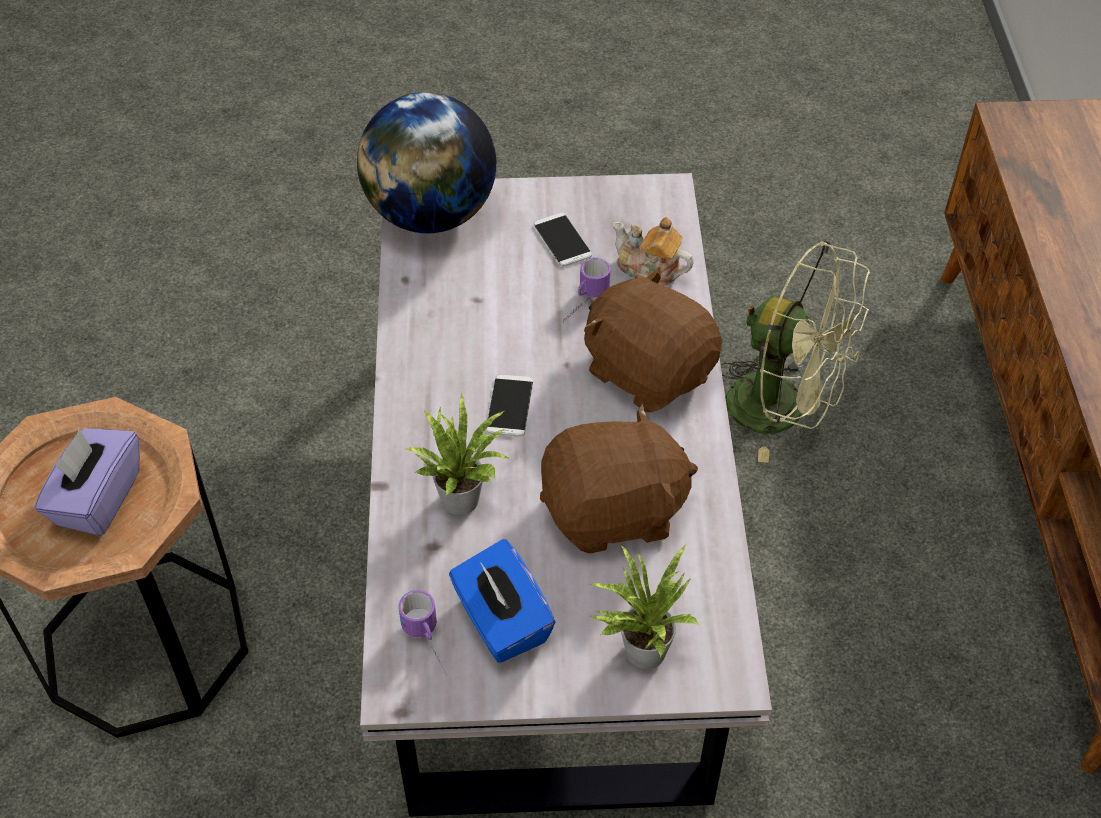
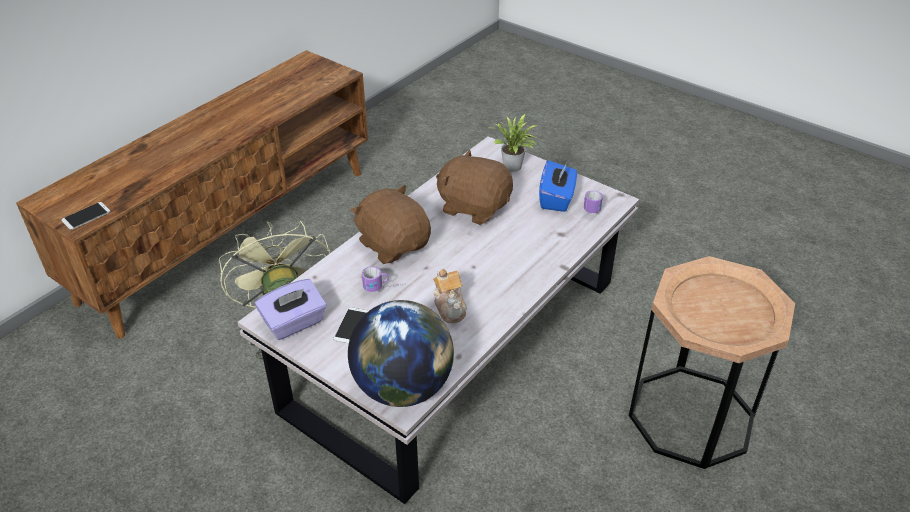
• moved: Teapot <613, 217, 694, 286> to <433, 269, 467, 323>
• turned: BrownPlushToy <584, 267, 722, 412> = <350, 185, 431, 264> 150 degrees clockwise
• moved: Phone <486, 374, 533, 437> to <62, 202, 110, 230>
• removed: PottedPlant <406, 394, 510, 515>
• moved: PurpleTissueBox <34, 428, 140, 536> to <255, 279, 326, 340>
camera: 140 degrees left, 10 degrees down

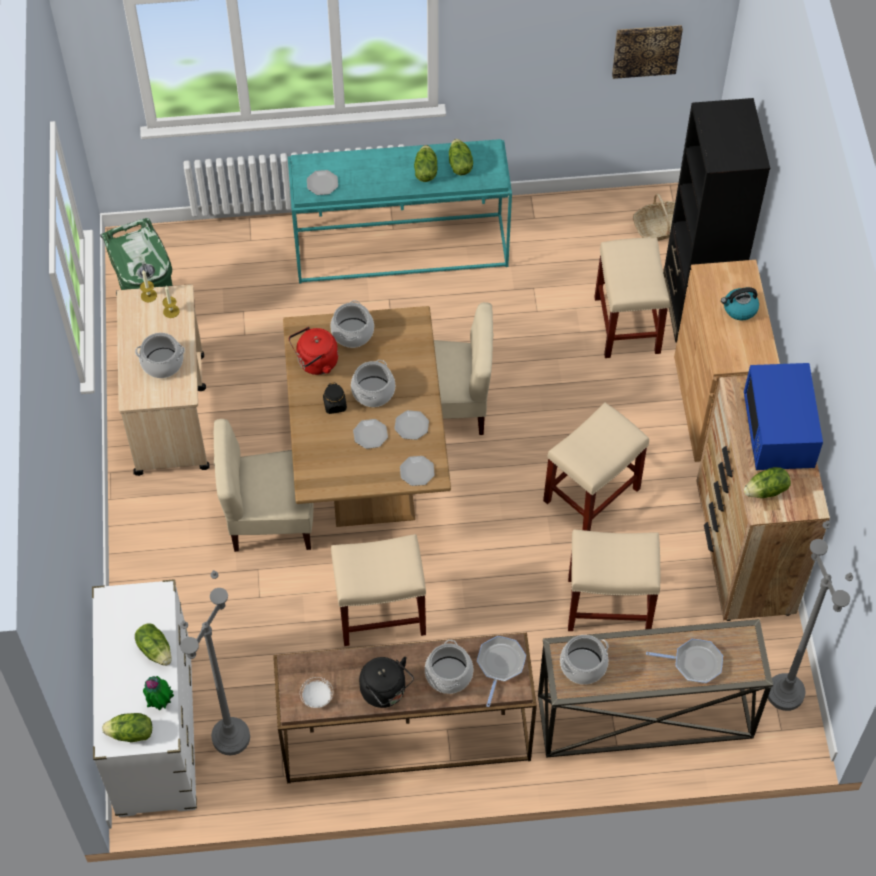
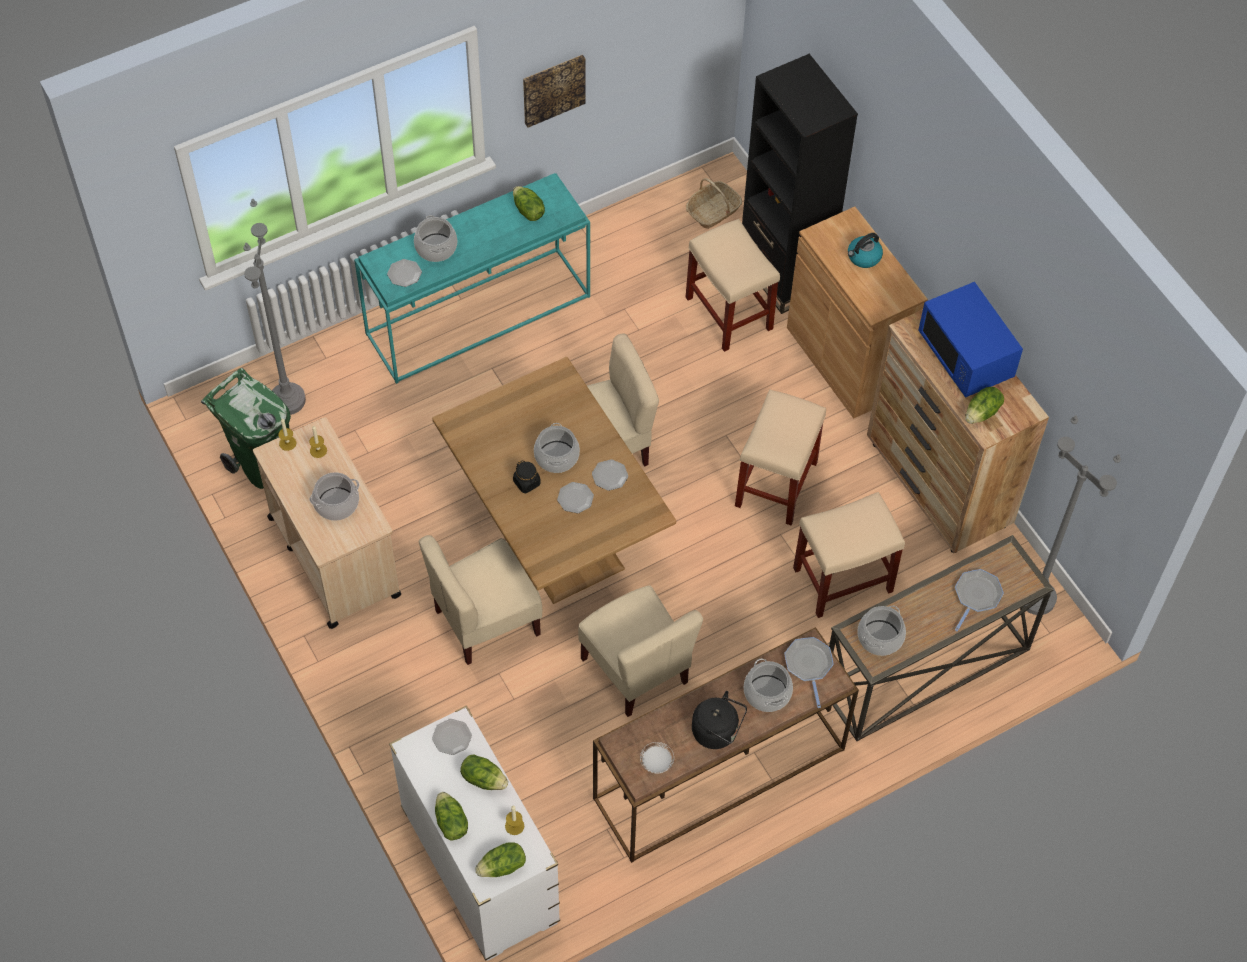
• moved: Picture <612, 25, 683, 79> to <523, 55, 586, 128>
• moved: Lettuce <414, 145, 438, 182> to <435, 792, 468, 840>
• moved: CookingPot <330, 300, 374, 348> to <414, 215, 457, 262>
• removed: RedKettle <289, 327, 338, 375>
• moved: Plate <400, 456, 435, 486> to <432, 719, 472, 755>
• replaced: BeigeStool <331, 534, 426, 646> to BeigeChair <578, 585, 703, 717>
• moved: GreyFloorLamp <180, 570, 250, 755> to <243, 199, 306, 415>
• turned: FryingPan <646, 639, 723, 683> = <955, 569, 1004, 631> 45 degrees counterclockwise
• replaced: PottedPlant <143, 676, 174, 710> to Candle <505, 806, 524, 835>
camera: 25 degrees left, 0 degrees up

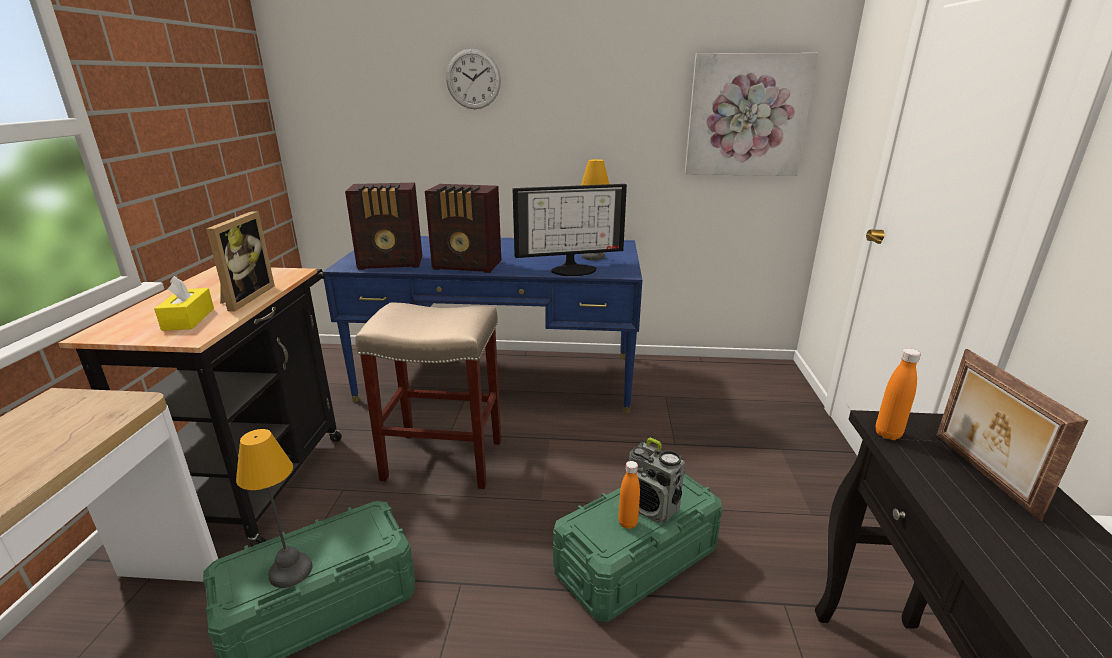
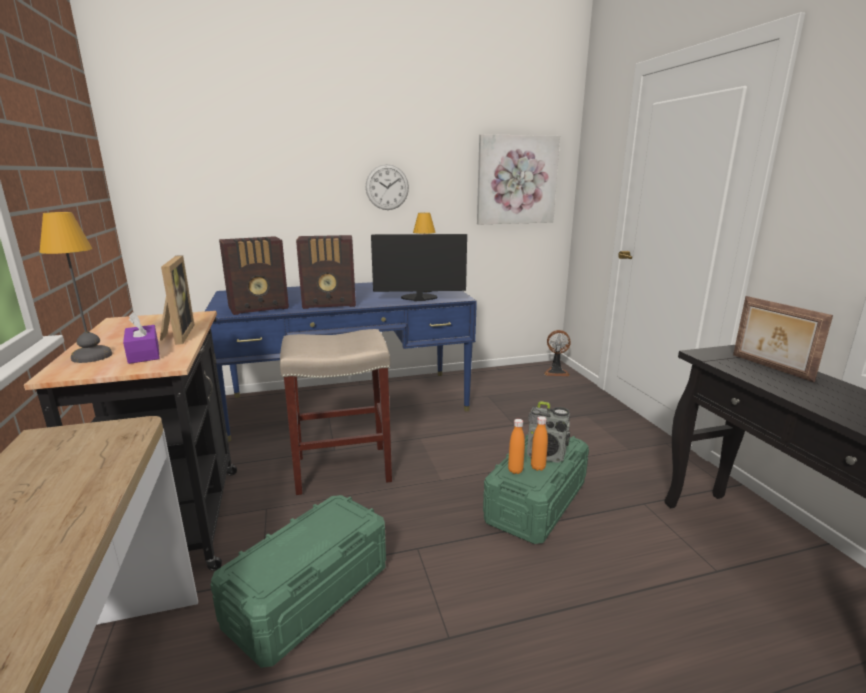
• moved: WallClock <446, 49, 501, 109> to <365, 164, 409, 210>
• turned: Monitor <513, 184, 627, 276> = <371, 234, 467, 301> 150 degrees counterclockwise
• recoloured: YellowTissueBox <154, 276, 214, 331> to PurpleTissueBox <123, 312, 160, 364>
• moved: OrangeBottle <875, 348, 921, 440> to <508, 419, 525, 474>
• moved: TableLamp <236, 429, 313, 588> to <40, 212, 112, 363>
• added: Fan <544, 330, 571, 376>
camera: 20 degrees left, 5 degrees down

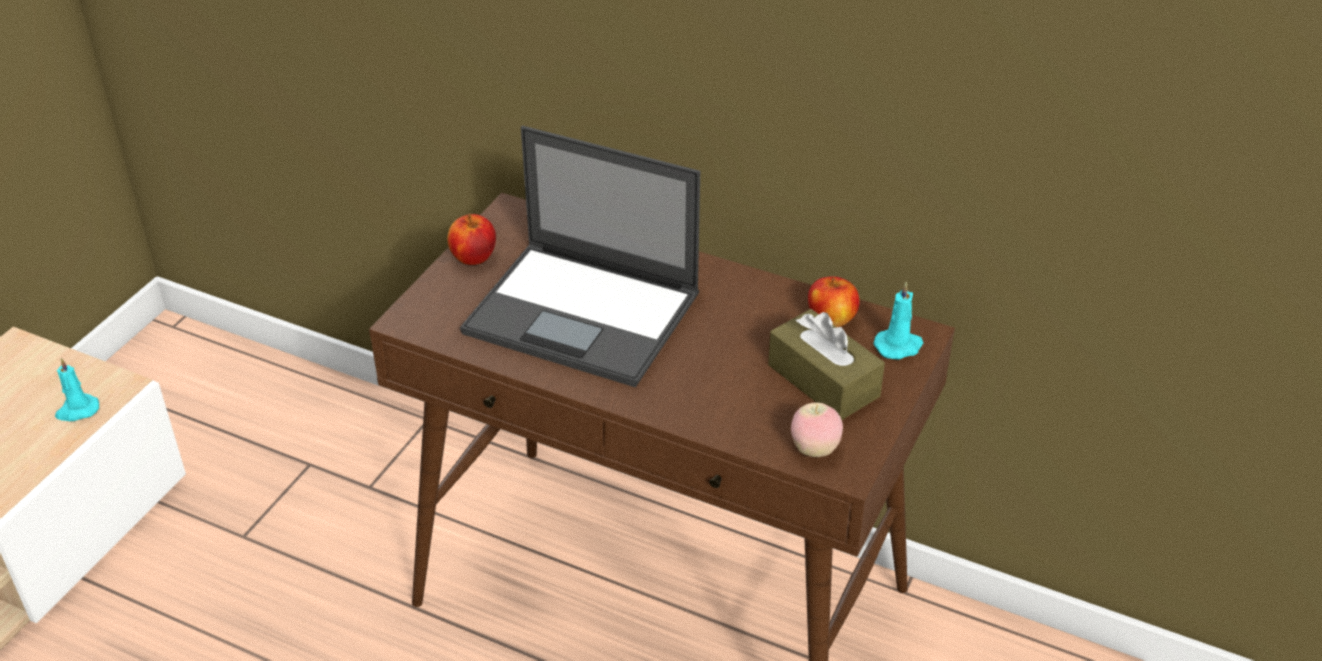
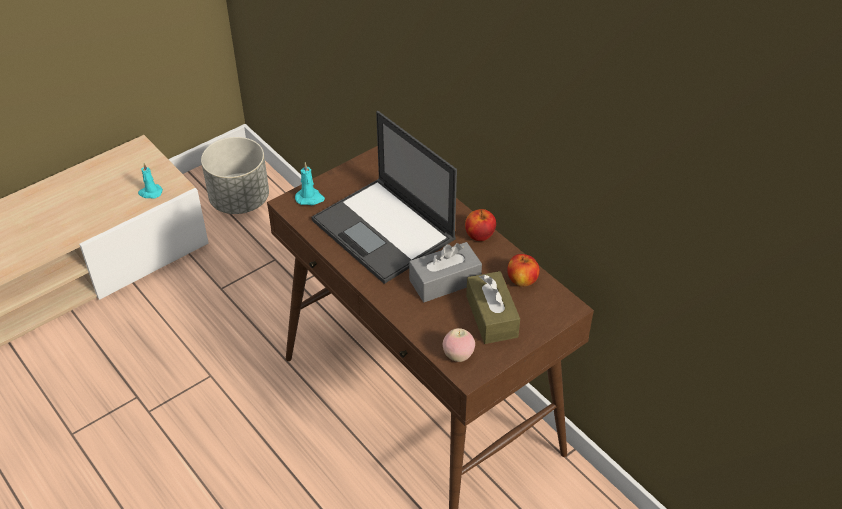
• moved: Apple <447, 214, 496, 265> to <465, 209, 496, 241>
• moved: TurquoiseCandle <874, 281, 923, 360> to <295, 162, 325, 205>
• added: GreyPlanter <201, 137, 269, 214>
• added: GreyTissueBox <409, 242, 482, 302>
camera: 25 degrees right, 5 degrees up

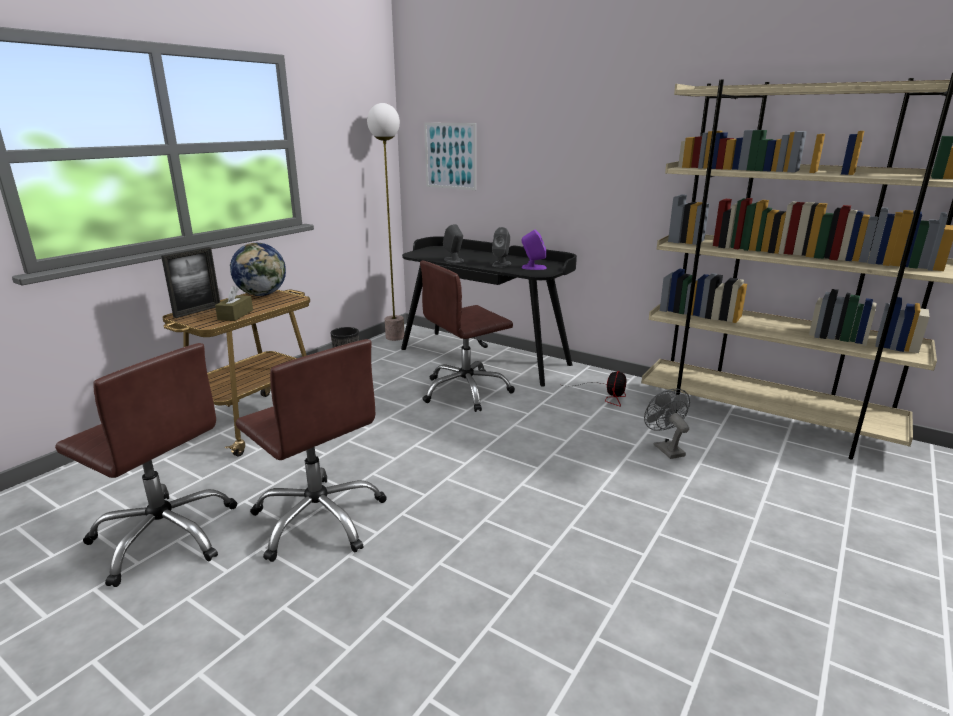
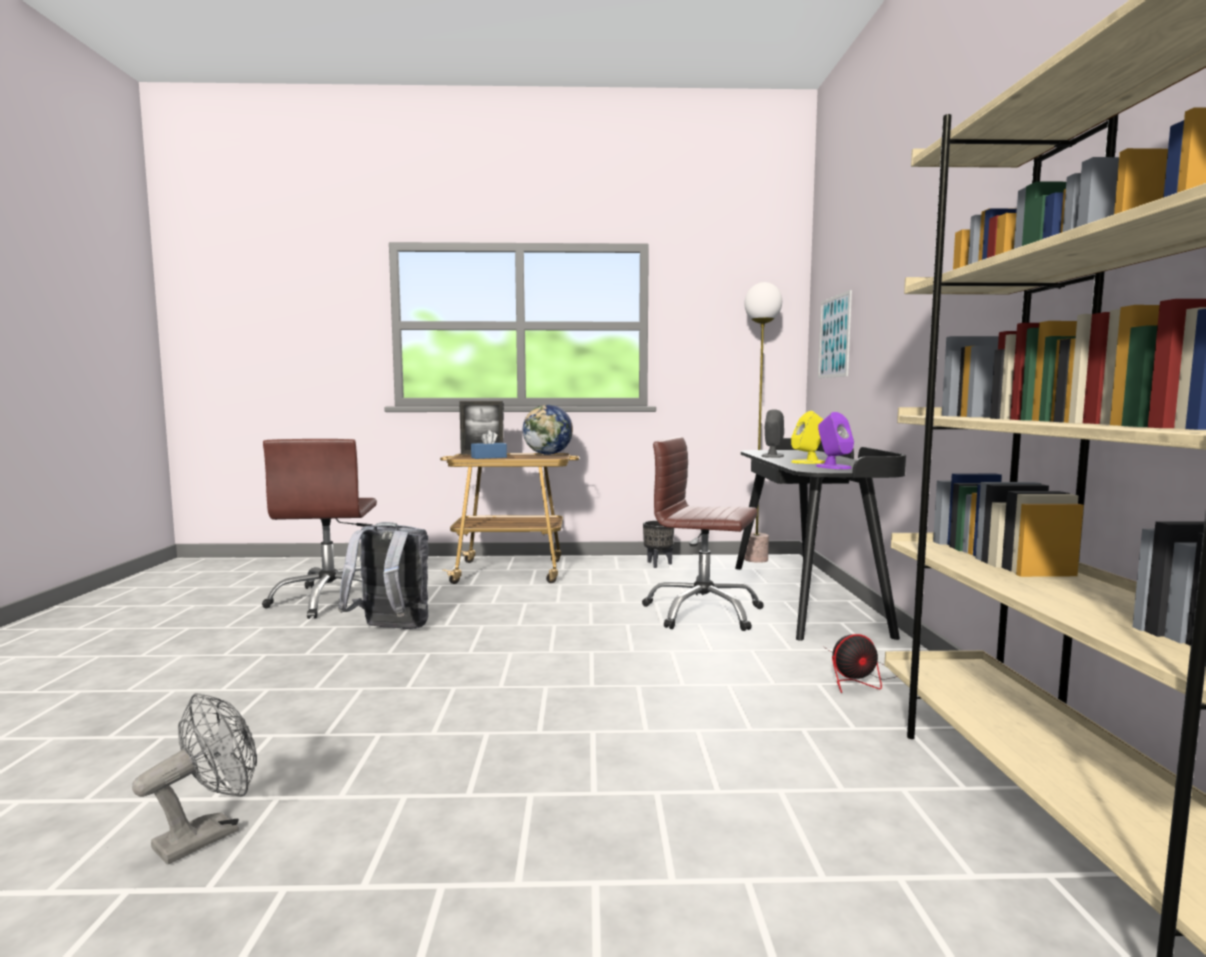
• recoloured: GreySpeaker <492, 227, 511, 267> to YellowSpeaker <791, 411, 825, 464>
• recoloured: BrownTissueBox <215, 286, 253, 321> to BlueTissueBox <471, 430, 507, 459>
• replaced: BrownOfficeChair <236, 339, 387, 562> to GreyBackpack <338, 522, 429, 629>
• moved: GreyFan <644, 389, 690, 459> to <132, 693, 257, 864>
camera: 55 degrees right, 15 degrees down

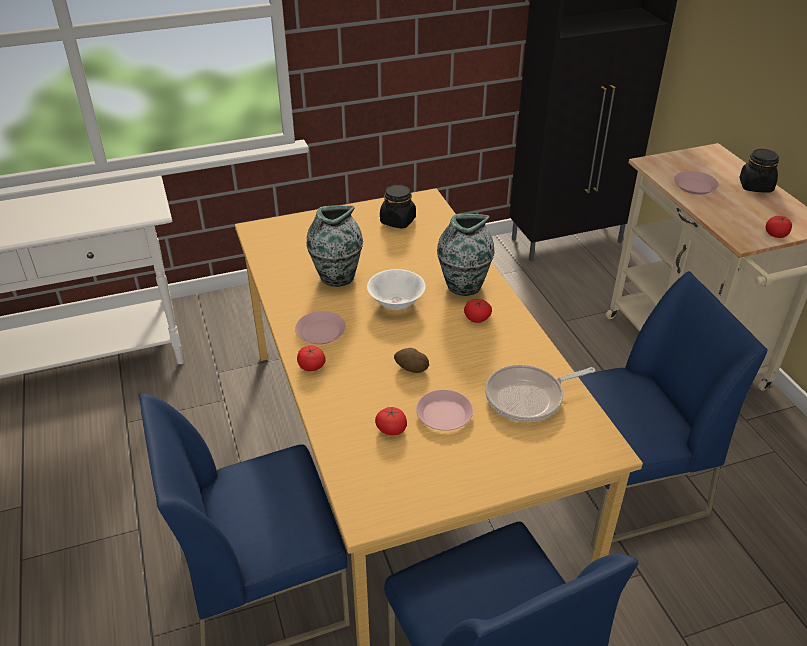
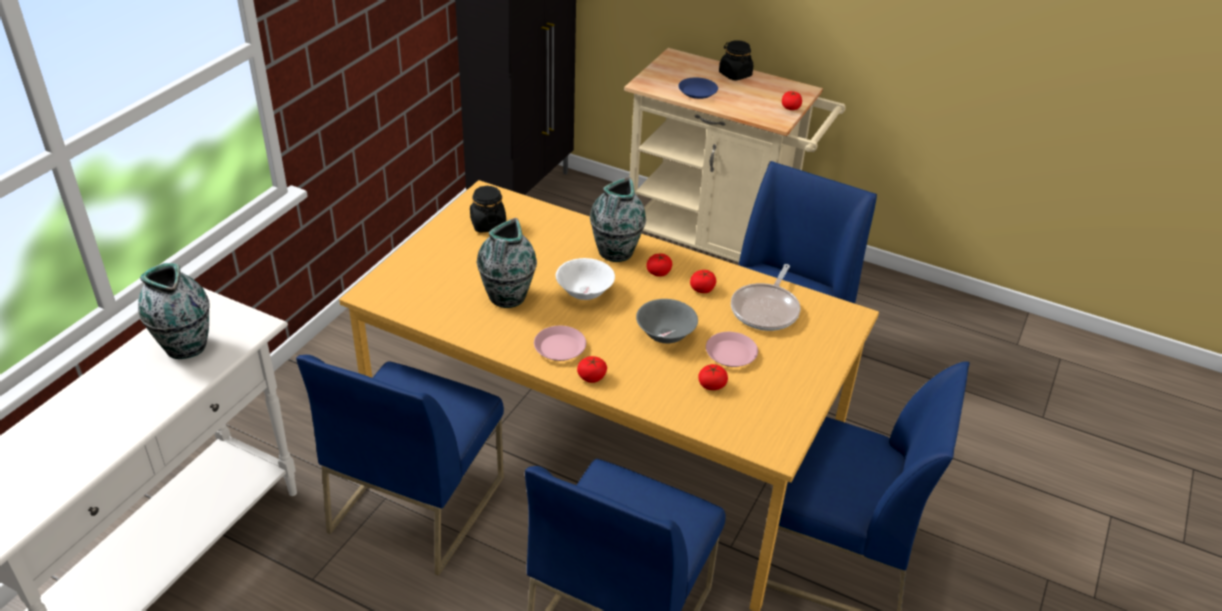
• recoloured: PinkPlate <674, 171, 719, 195> to BluePlate <678, 77, 718, 99>
• replaced: Potato <394, 348, 429, 373> to GreyBowl <636, 299, 698, 343>
• added: Vase <138, 263, 209, 359>
• added: Tomato <690, 270, 716, 293>
• added: BlueChair <296, 355, 504, 576>
camera: 45 degrees left, 0 degrees up

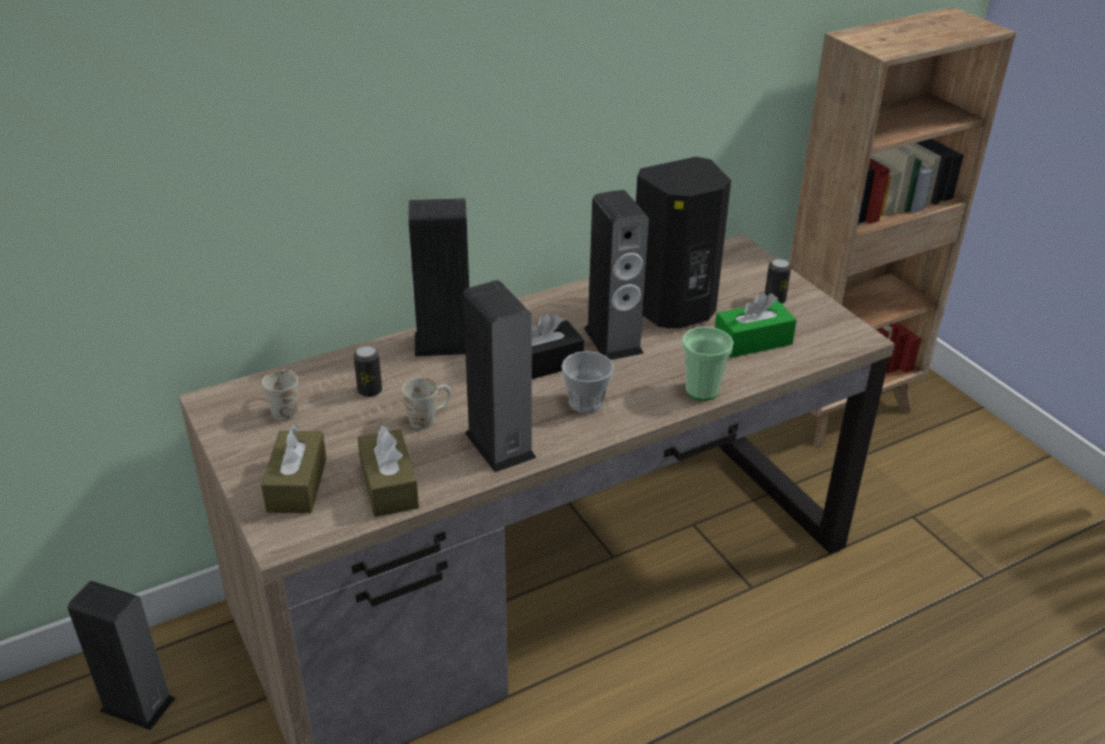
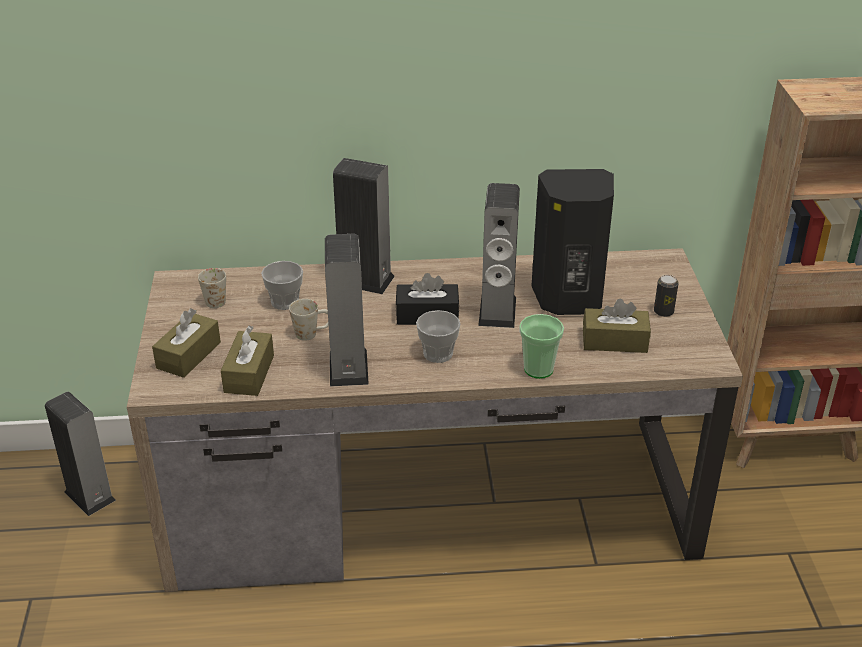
• recoloured: GreenTissueBox <715, 292, 797, 358> to BrownTissueBox <583, 299, 651, 353>
• replaced: Can <353, 346, 382, 397> to Cup <261, 261, 303, 310>
camera: 25 degrees right, 0 degrees up

